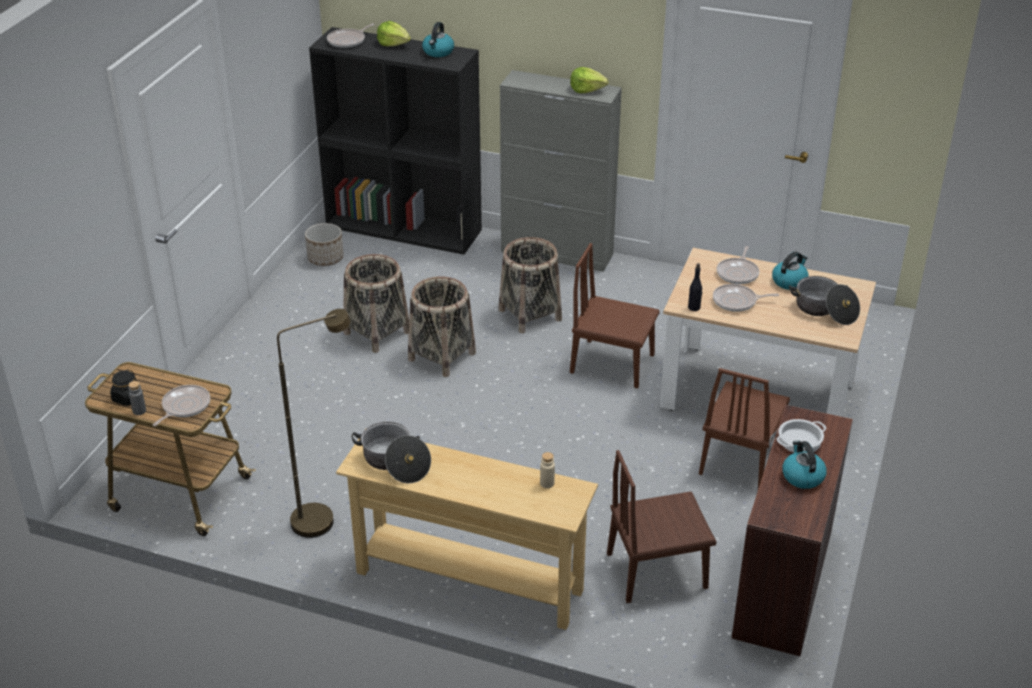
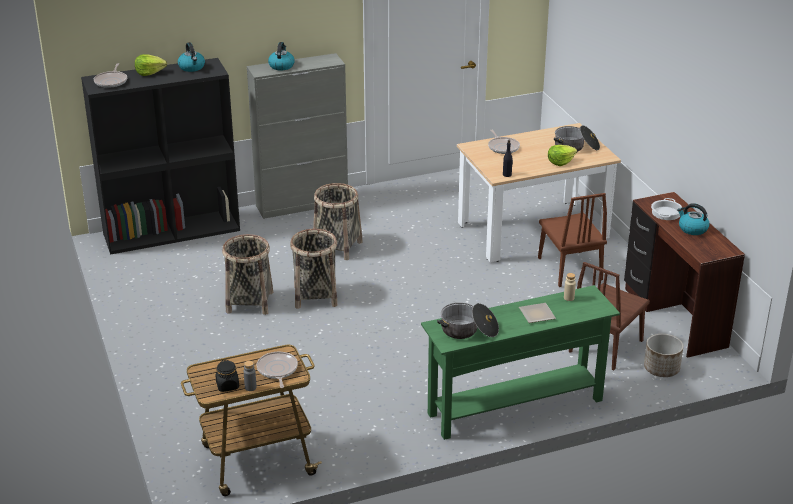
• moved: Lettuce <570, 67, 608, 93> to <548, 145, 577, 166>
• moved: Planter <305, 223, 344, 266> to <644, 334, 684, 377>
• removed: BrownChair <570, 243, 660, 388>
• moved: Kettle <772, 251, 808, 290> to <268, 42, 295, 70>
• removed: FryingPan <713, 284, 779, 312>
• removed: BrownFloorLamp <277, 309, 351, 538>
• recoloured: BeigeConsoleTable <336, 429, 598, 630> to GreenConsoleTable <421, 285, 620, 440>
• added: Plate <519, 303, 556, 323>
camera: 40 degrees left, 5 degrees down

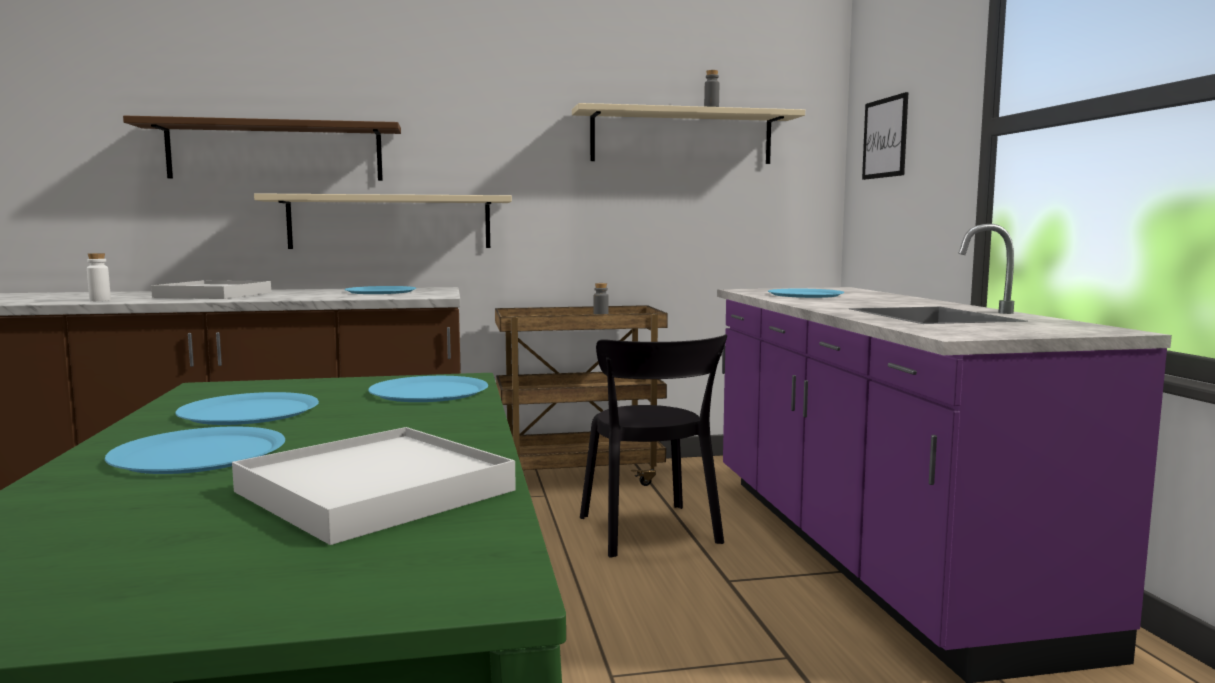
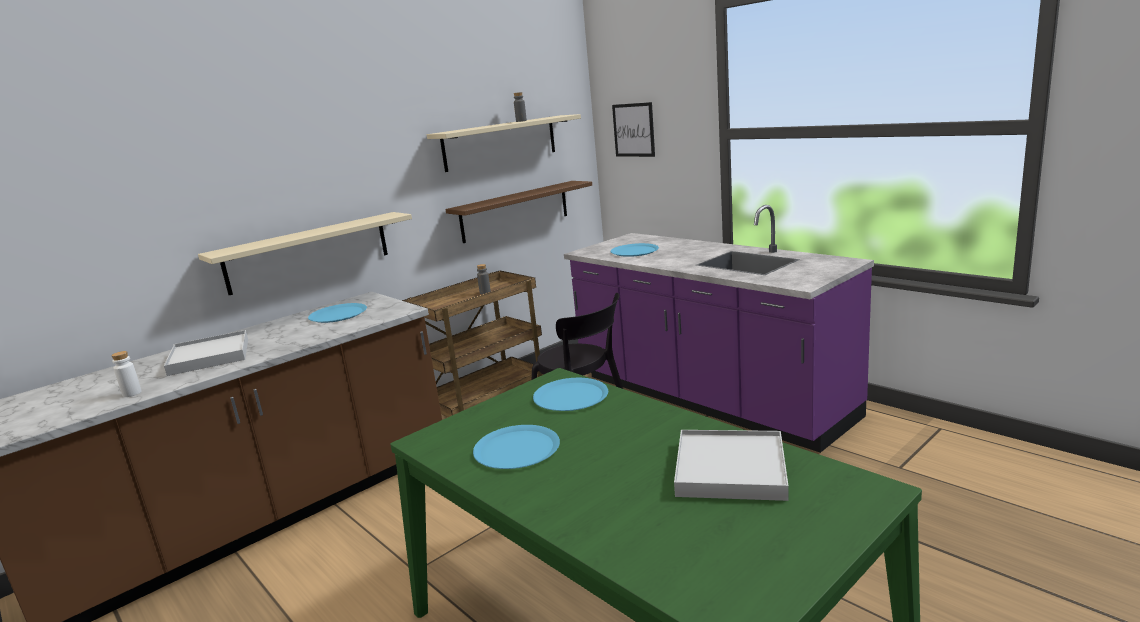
• moved: BrownShelf <123, 116, 401, 181> to <446, 181, 592, 243>
• removed: BluePlate <105, 427, 285, 474>
camera: 30 degrees left, 10 degrees up

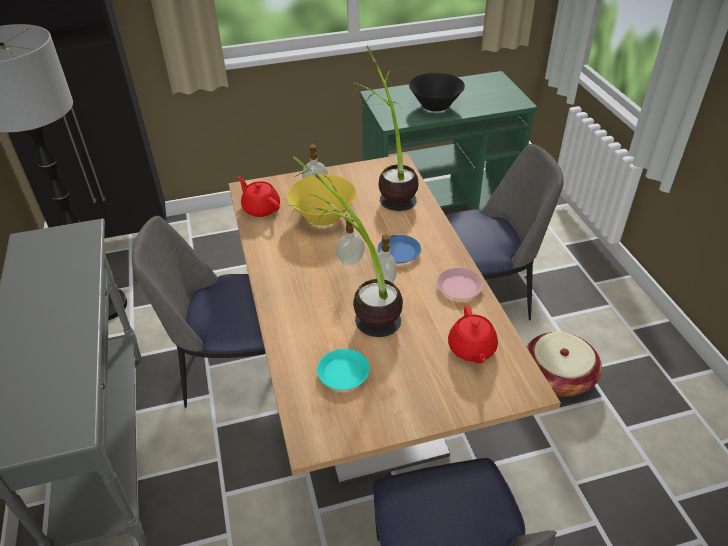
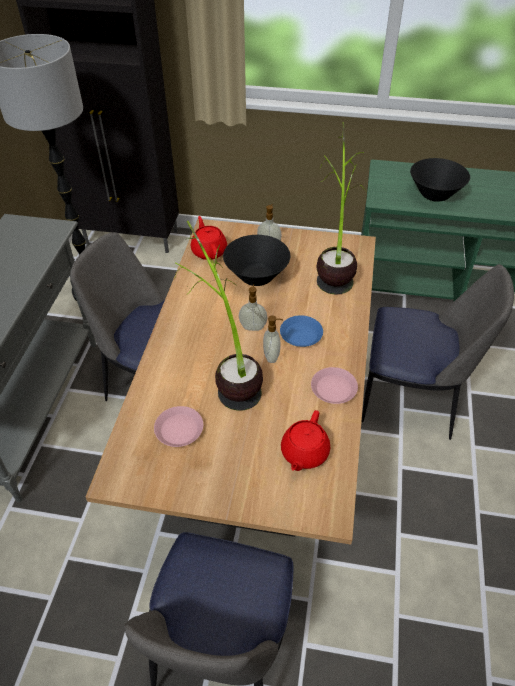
• recoloured: YellowBowl <287, 174, 357, 226> to BlackBowl <223, 235, 290, 286>
• removed: Basket <527, 332, 602, 397>
• recoloured: TurquoisePlate <317, 349, 370, 390> to PinkPlate <154, 406, 203, 447>
camera: 25 degrees right, 5 degrees up

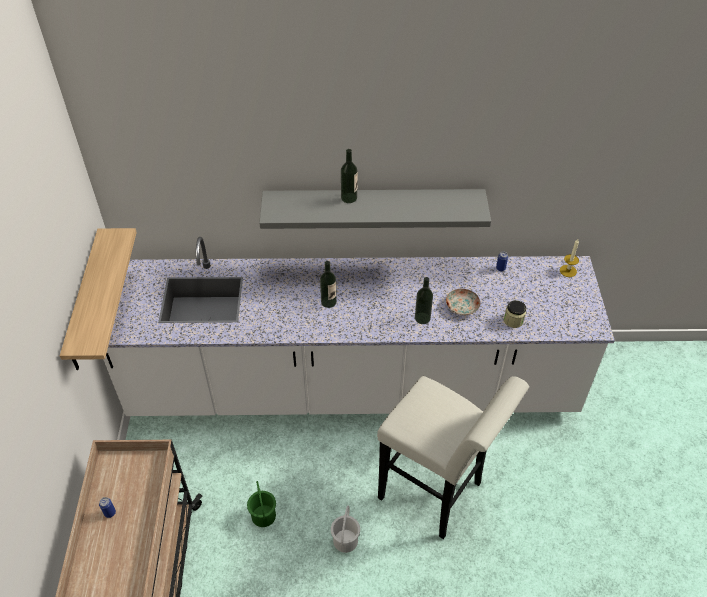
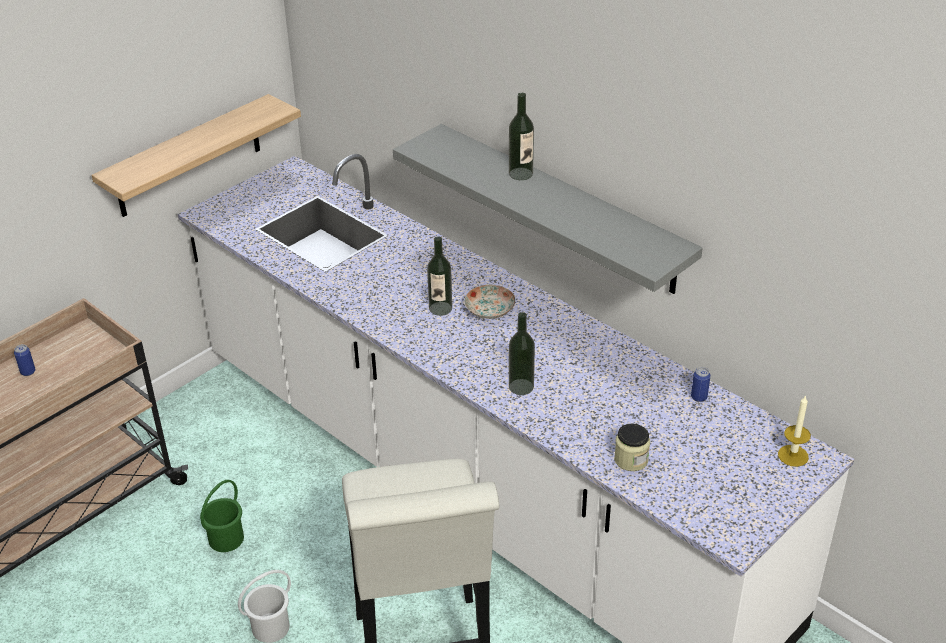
• moved: Plate <446, 289, 480, 316> to <464, 285, 515, 319>
camera: 45 degrees right, 10 degrees down

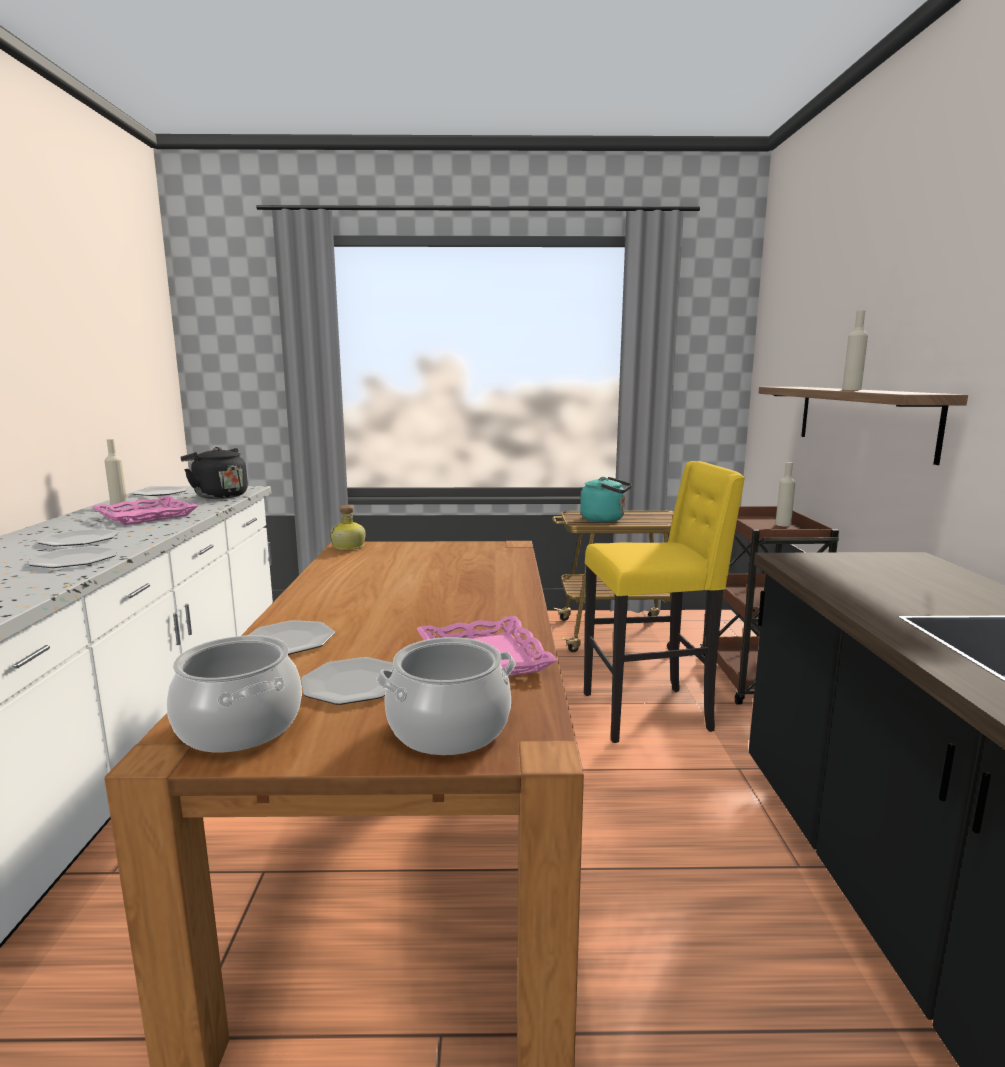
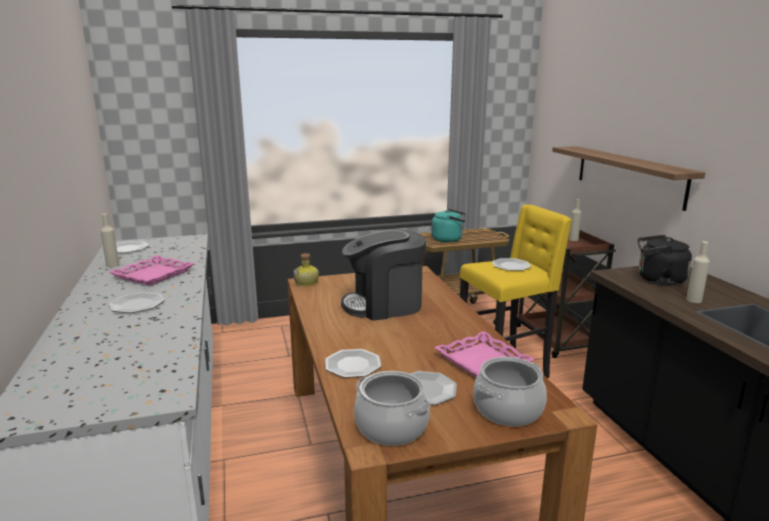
• moved: BeigeBottle <842, 311, 868, 390> to <686, 241, 710, 303>
• moved: BlackKettle <181, 447, 248, 499> to <638, 235, 692, 285>
• moved: Plate <28, 546, 117, 568> to <492, 258, 531, 271>
• added: CoffeeMachine <341, 229, 426, 321>
camera: 15 degrees left, 5 degrees up

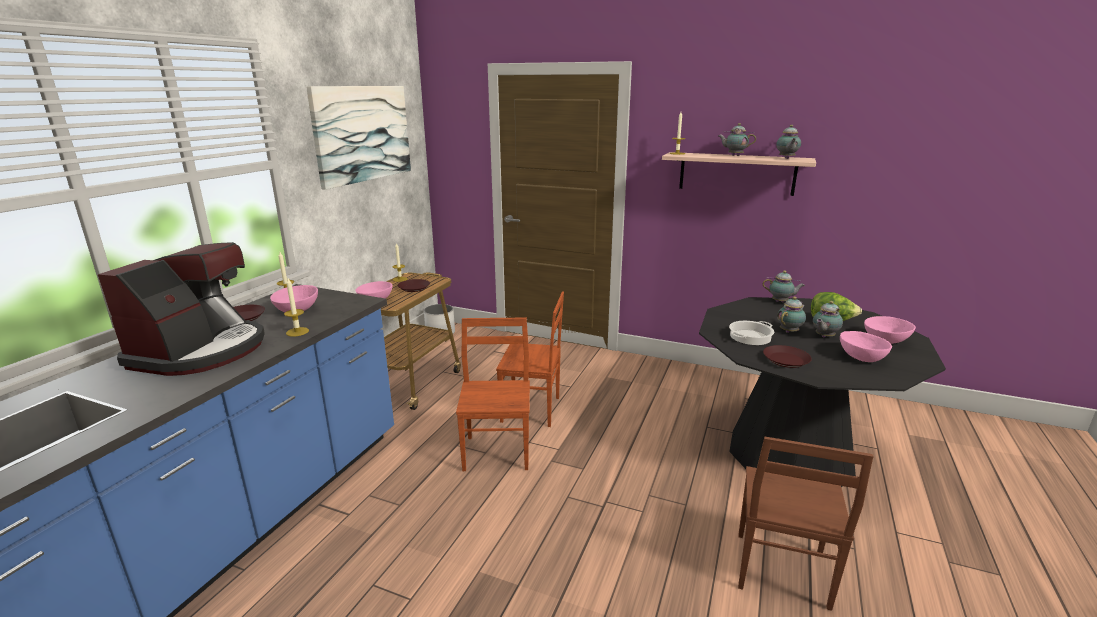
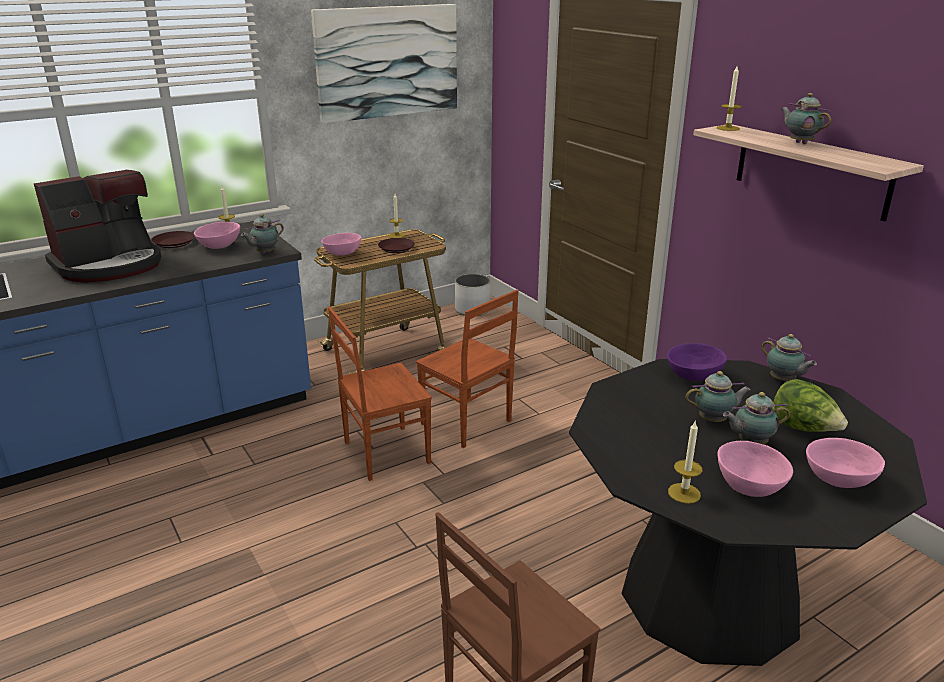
• moved: Teapot <776, 125, 801, 159> to <241, 214, 284, 254>
• moved: Candle <284, 278, 309, 337> to <668, 422, 702, 504>
• turned: BrownChair <456, 318, 530, 471> = <328, 307, 432, 481> 150 degrees counterclockwise
• removed: CookingPot <729, 321, 774, 345>
• removed: BrownPlate <763, 345, 812, 368>
• added: PurpleBowl <667, 343, 727, 381>
camera: 35 degrees right, 5 degrees up

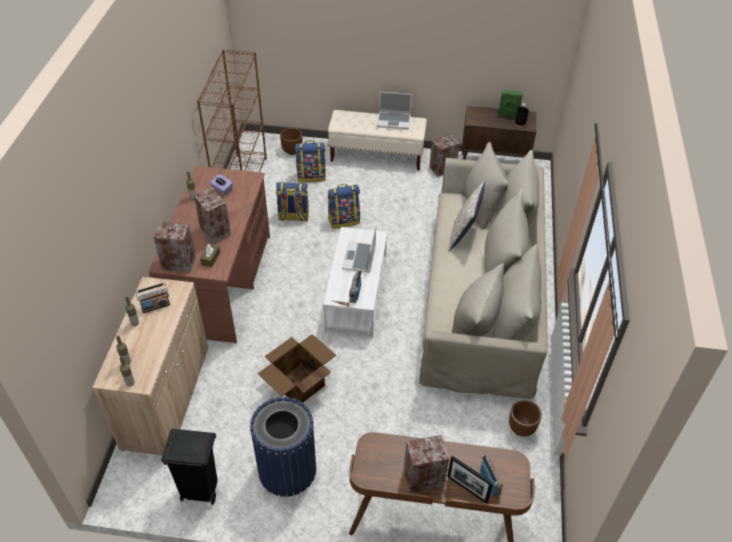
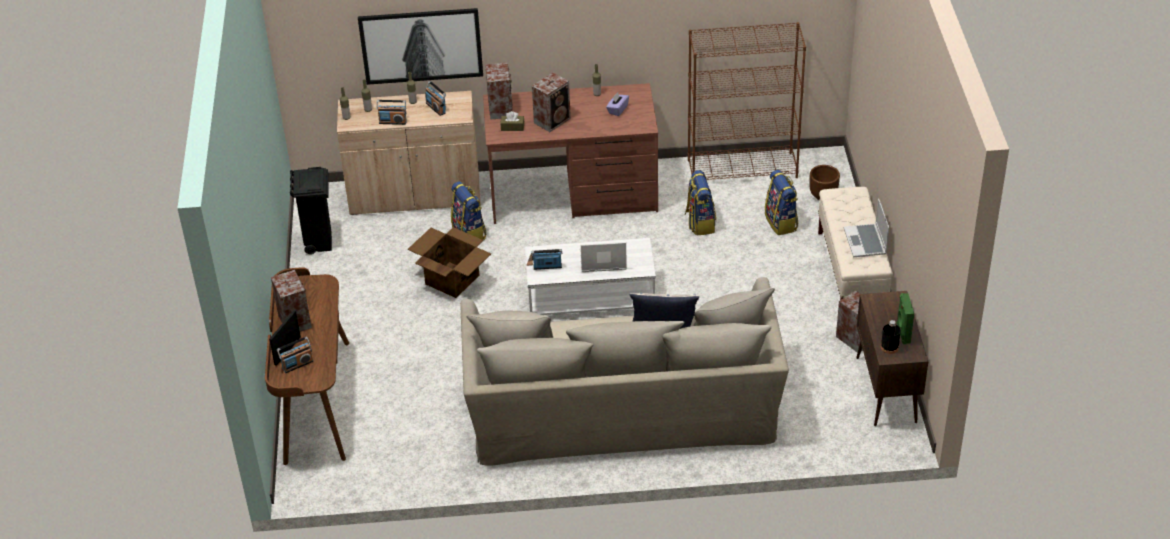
• moved: Backpack <328, 184, 360, 229> to <451, 181, 486, 241>
• removed: BlueTrashCan <250, 397, 316, 497>
• removed: BrownPlanter <509, 400, 542, 437>
• added: Picture <358, 8, 483, 85>
• added: Radio <376, 100, 407, 125>
camera: 80 degrees right, 5 degrees down

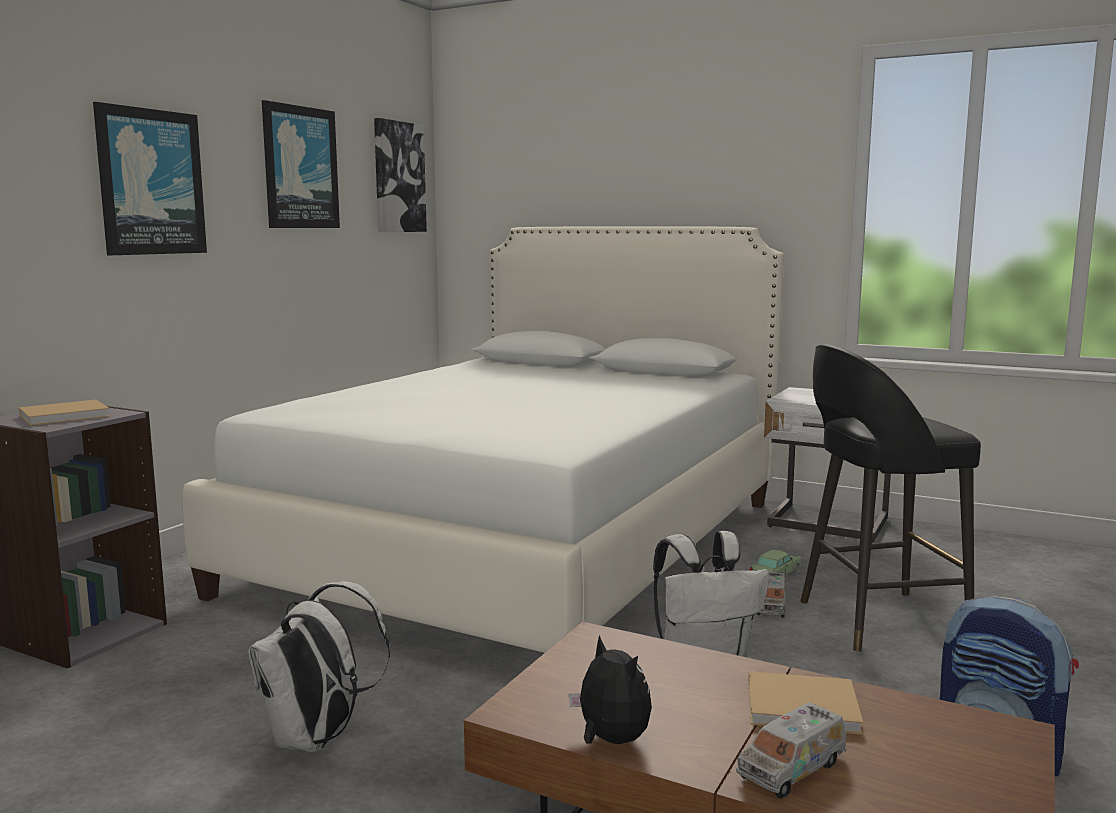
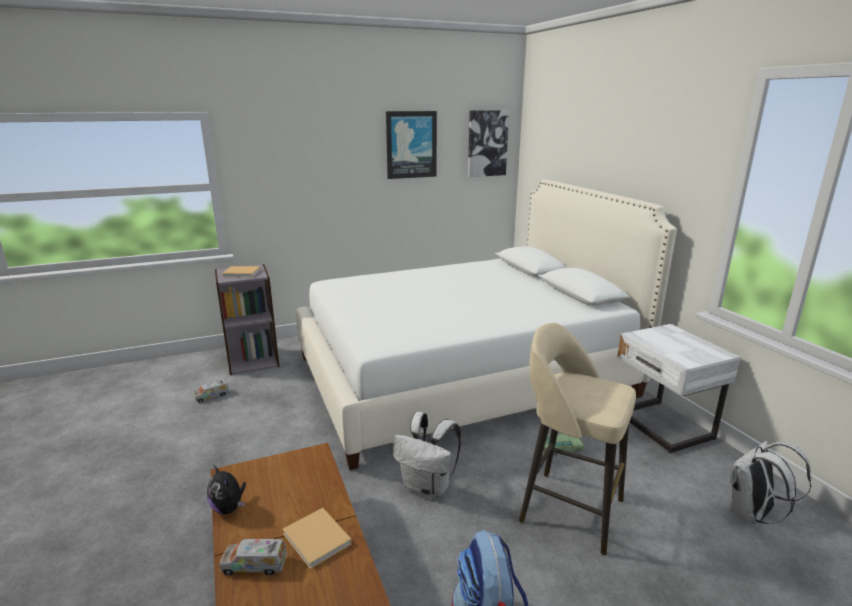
• removed: Picture <93, 102, 207, 255>
• recoloured: BlackStool <800, 344, 981, 652> to BeigeStool <519, 323, 636, 555>
• moved: ToyTruck <757, 572, 786, 618> to <193, 379, 230, 403>
• moved: WhiteBackpack <248, 581, 390, 752> to <730, 441, 812, 524>
• turned: PlushToy <569, 635, 652, 744> = <207, 465, 246, 514> 135 degrees clockwise
camera: 40 degrees right, 10 degrees up

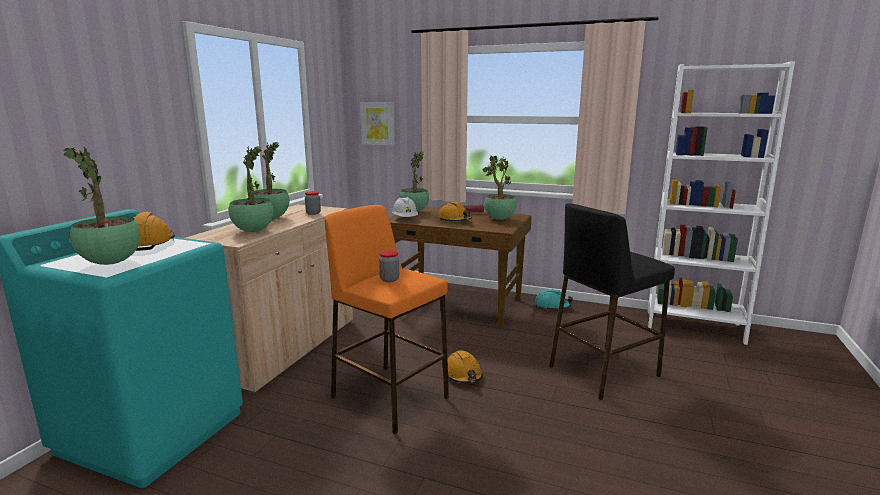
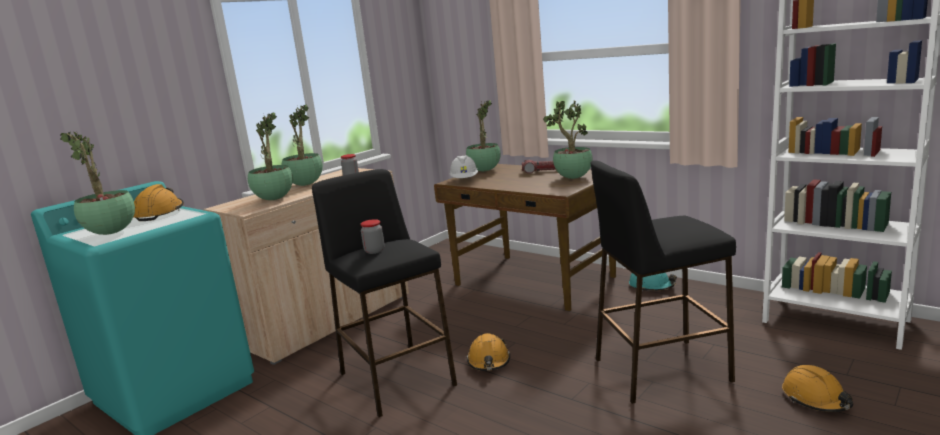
• removed: Picture <360, 102, 395, 146>
• moved: OrangeHardHat <438, 201, 472, 221> to <782, 365, 853, 412>
• recoloured: OrangeStool <324, 205, 449, 434> to BlackStool <312, 169, 457, 417>
camera: 20 degrees right, 0 degrees up

